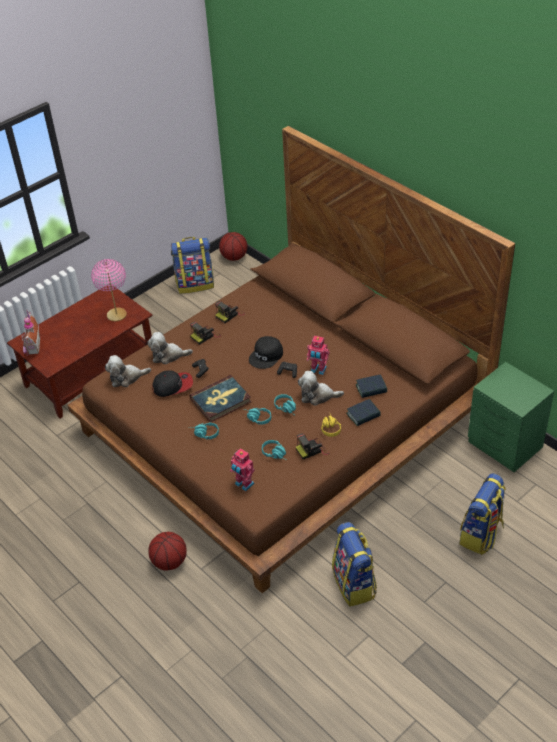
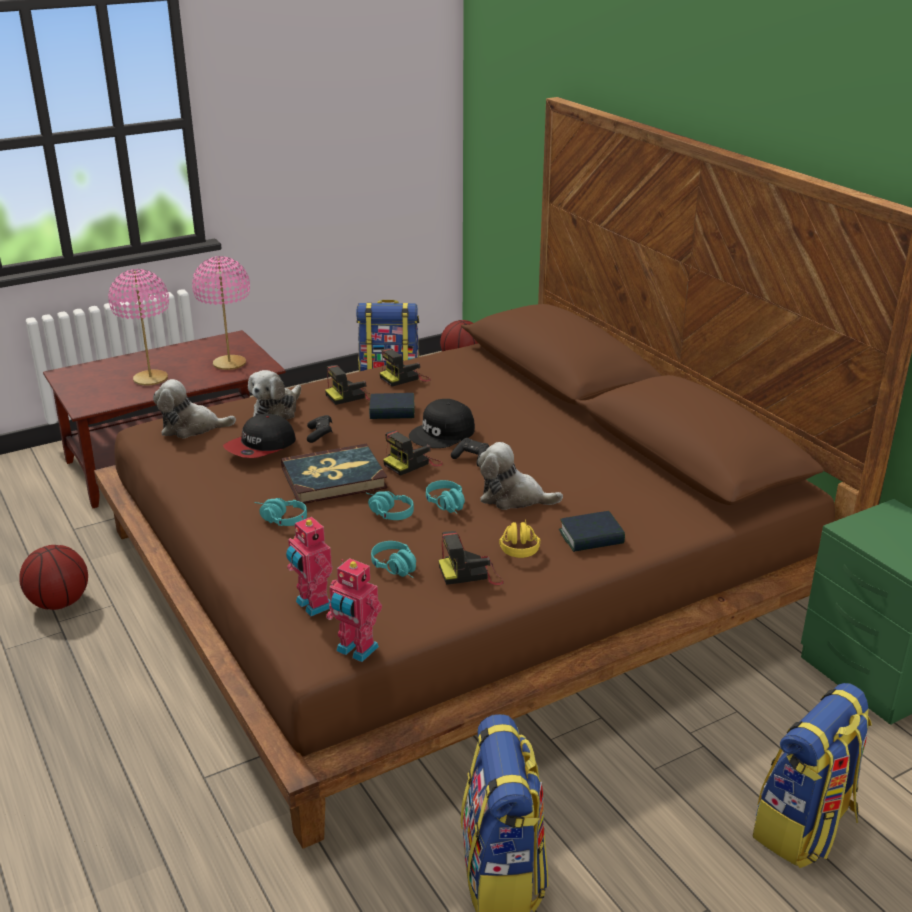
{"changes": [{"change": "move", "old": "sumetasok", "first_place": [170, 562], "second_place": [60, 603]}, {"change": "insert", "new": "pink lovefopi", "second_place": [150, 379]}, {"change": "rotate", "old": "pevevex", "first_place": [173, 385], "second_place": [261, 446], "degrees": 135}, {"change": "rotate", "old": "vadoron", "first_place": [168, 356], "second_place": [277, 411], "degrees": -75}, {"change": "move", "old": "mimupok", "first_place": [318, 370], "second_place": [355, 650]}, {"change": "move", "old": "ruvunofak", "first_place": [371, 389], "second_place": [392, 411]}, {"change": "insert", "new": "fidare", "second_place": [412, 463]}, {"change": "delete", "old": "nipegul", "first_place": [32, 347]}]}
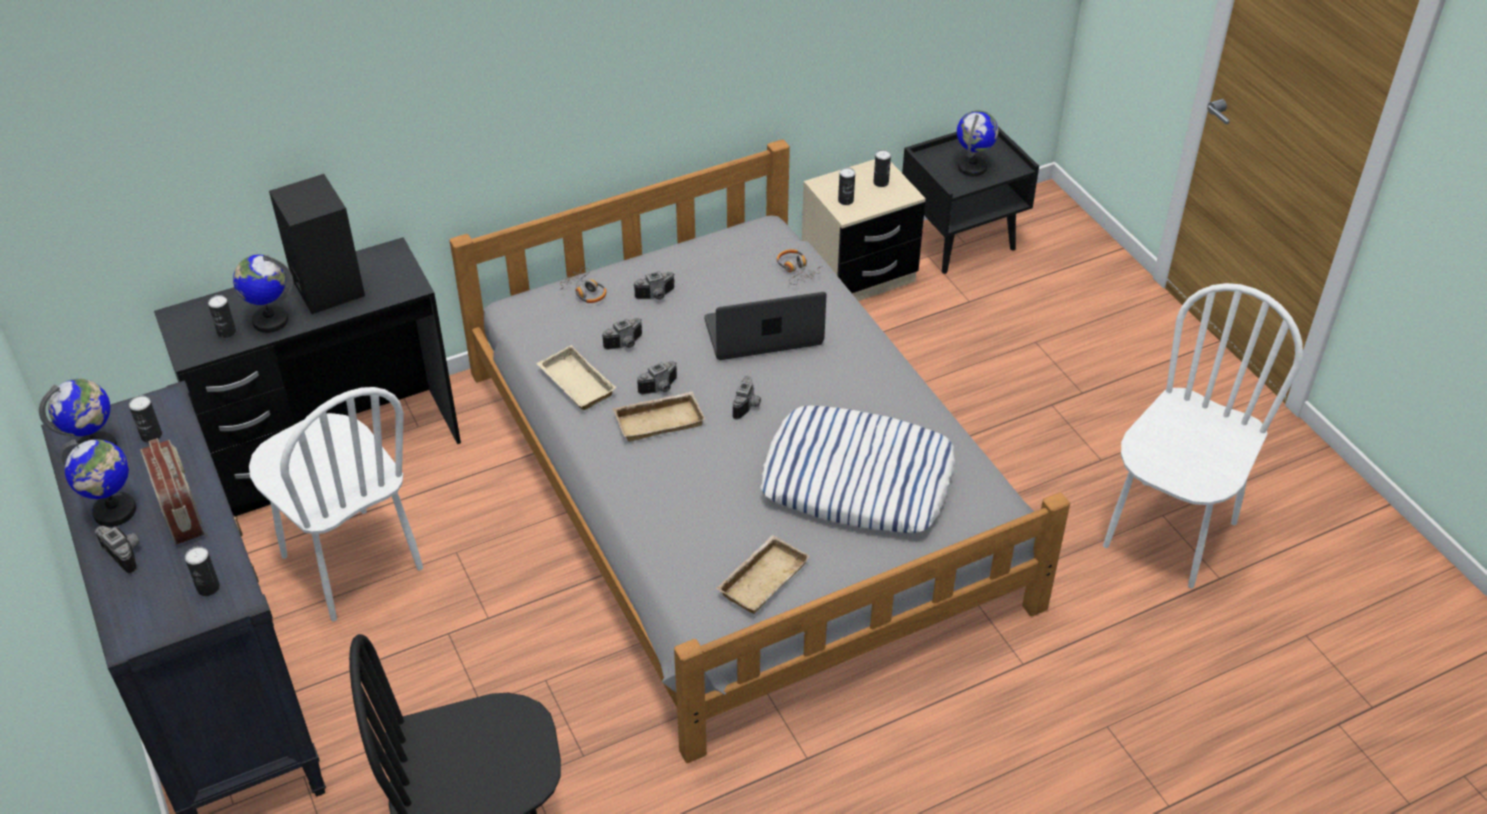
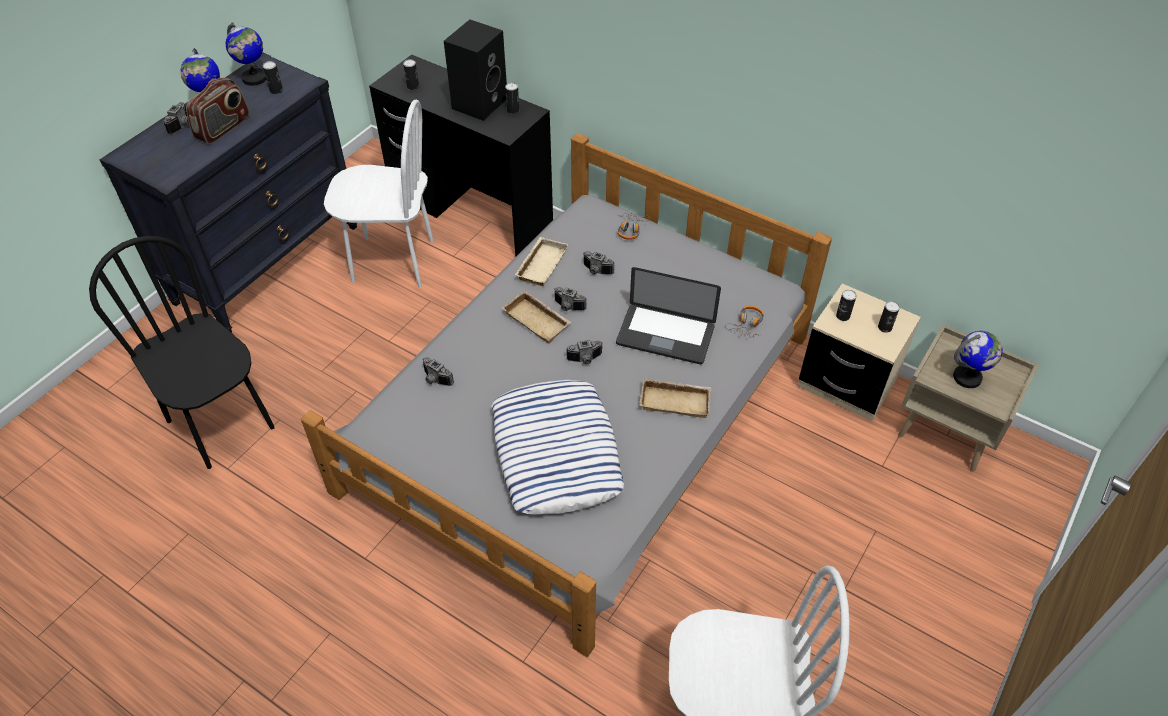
{"changes": [{"change": "rotate", "old": "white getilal", "first_place": [350, 563], "second_place": [393, 261], "degrees": -105}, {"change": "move", "old": "fidare", "first_place": [656, 296], "second_place": [435, 380]}, {"change": "move", "old": "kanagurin", "first_place": [208, 587], "second_place": [513, 110]}, {"change": "rotate", "old": "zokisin", "first_place": [763, 333], "second_place": [665, 335], "degrees": 150}, {"change": "move", "old": "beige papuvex", "first_place": [762, 577], "second_place": [676, 400]}, {"change": "recolor", "old": "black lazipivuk", "new": "beige lazipivuk", "first_place": [961, 240], "second_place": [948, 431]}, {"change": "delete", "old": "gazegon", "first_place": [270, 320]}]}
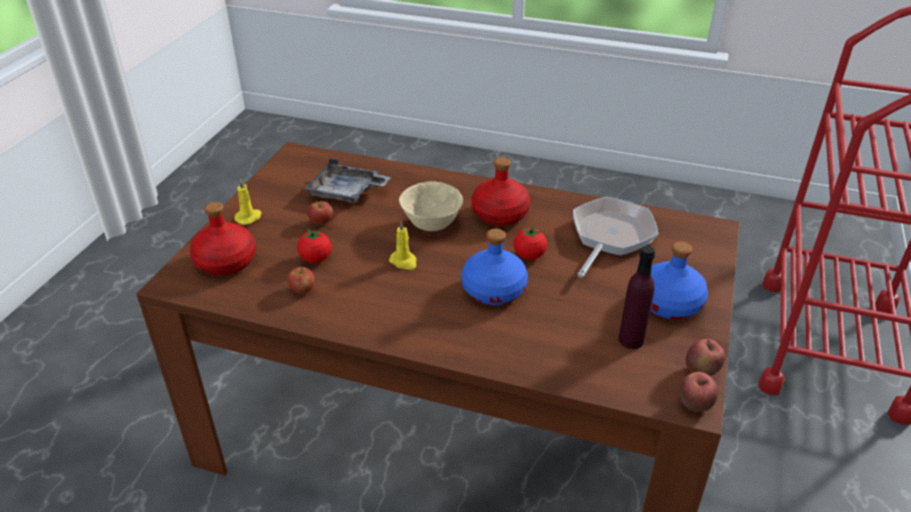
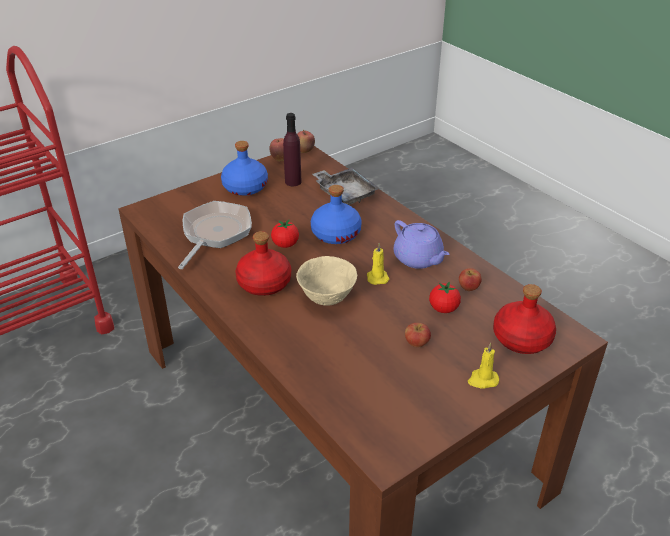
{"changes": [{"change": "rotate", "old": "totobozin", "first_place": [610, 236], "second_place": [214, 233], "degrees": 135}, {"change": "move", "old": "grey papuvex", "first_place": [346, 192], "second_place": [345, 193]}, {"change": "insert", "new": "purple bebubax", "second_place": [418, 259]}]}
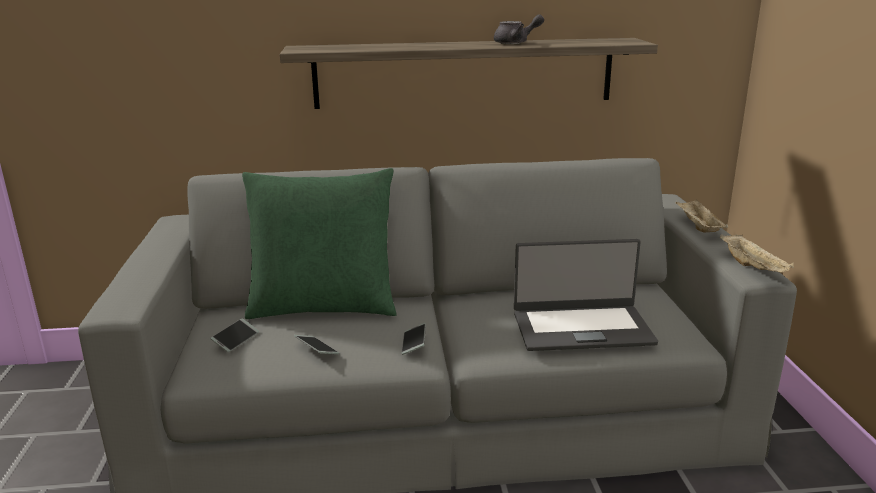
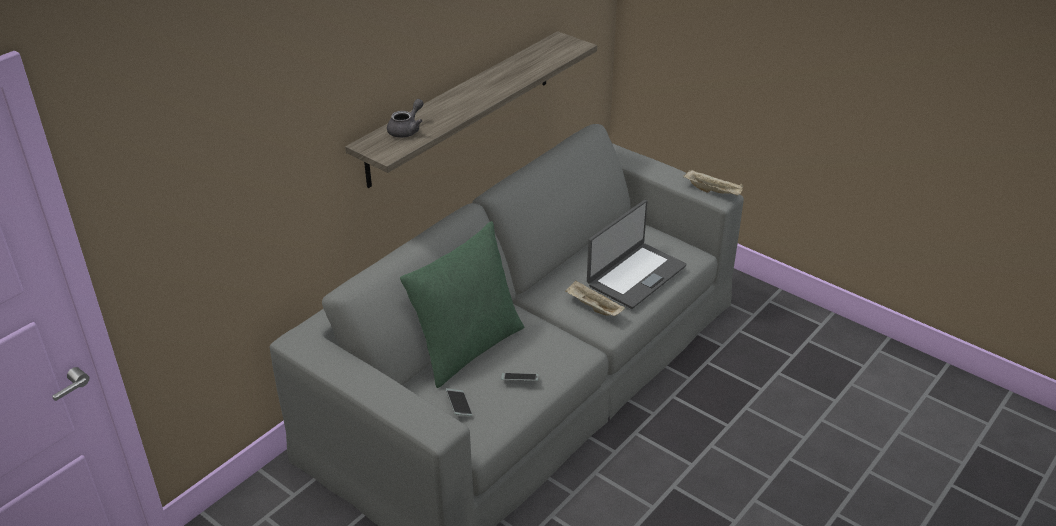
{"changes": [{"change": "move", "old": "grey bebubax", "first_place": [516, 43], "second_place": [407, 130]}, {"change": "move", "old": "beige papuvex", "first_place": [698, 227], "second_place": [593, 307]}, {"change": "delete", "old": "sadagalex", "first_place": [414, 343]}]}
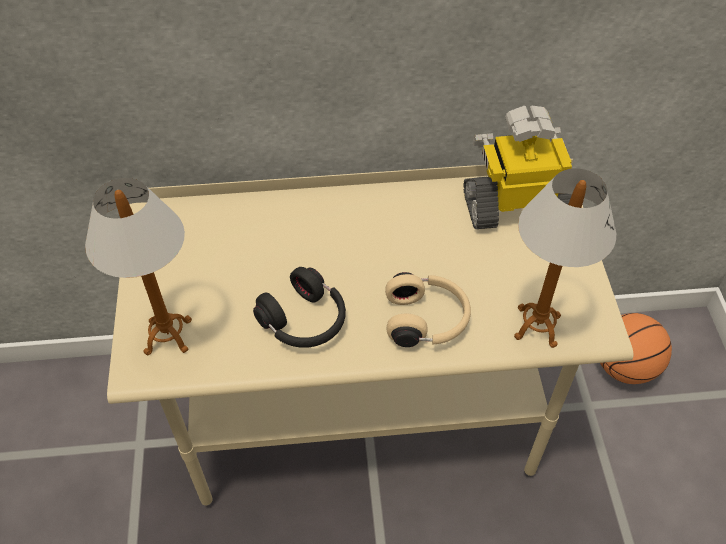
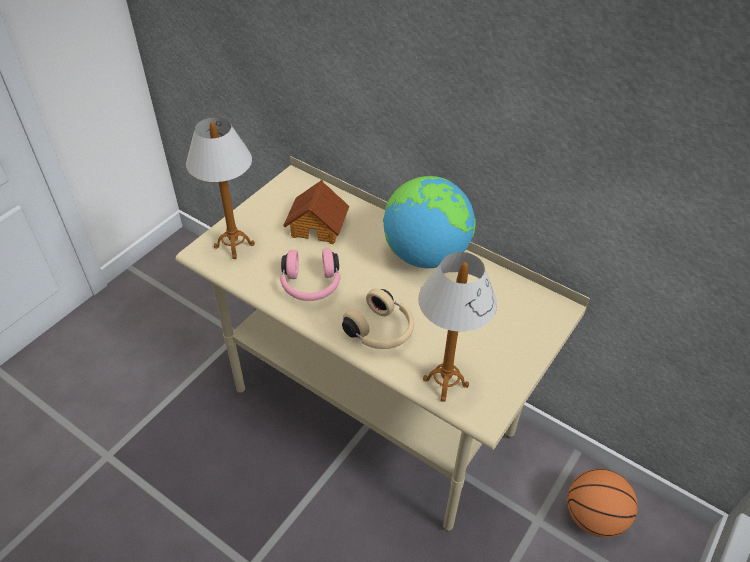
{"changes": [{"change": "recolor", "old": "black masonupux", "new": "pink masonupux", "first_place": [305, 322], "second_place": [311, 285]}, {"change": "insert", "new": "nipegul", "second_place": [318, 226]}, {"change": "insert", "new": "gazegon", "second_place": [425, 254]}, {"change": "delete", "old": "mimupok", "first_place": [516, 205]}]}
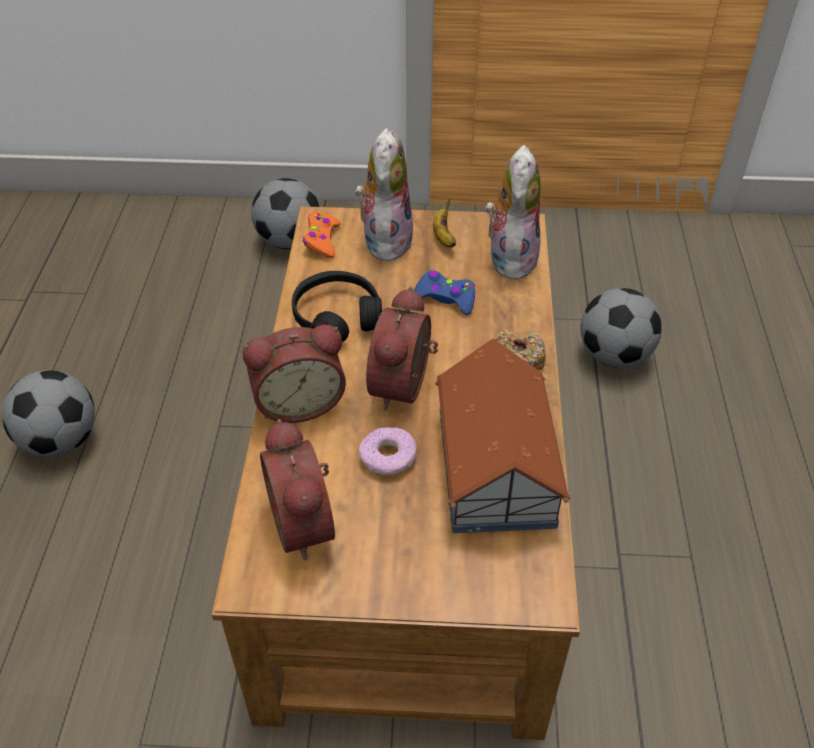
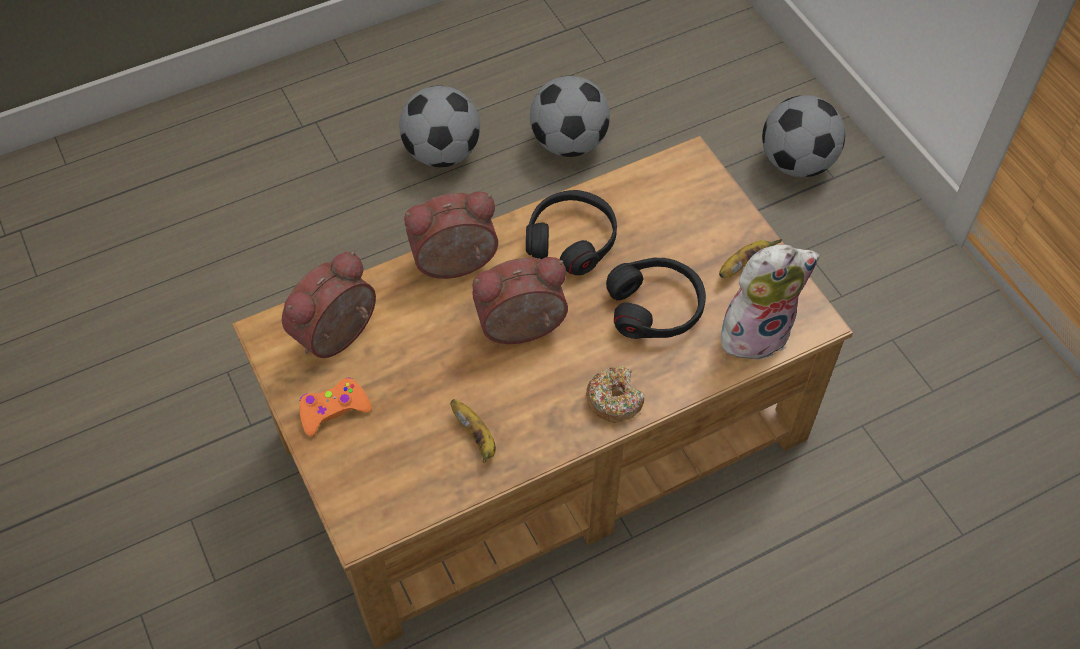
{"changes": [{"change": "move", "old": "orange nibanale", "first_place": [322, 240], "second_place": [333, 410]}, {"change": "rotate", "old": "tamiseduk", "first_place": [298, 402], "second_place": [455, 266], "degrees": 120}, {"change": "replace", "old": "nipegul", "new": "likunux", "first_place": [496, 464], "second_place": [476, 437]}, {"change": "move", "old": "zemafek", "first_place": [614, 355], "second_place": [569, 142]}, {"change": "replace", "old": "blue nibanale", "new": "black masonupux", "first_place": [445, 298], "second_place": [655, 307]}, {"change": "delete", "old": "vadoron", "first_place": [385, 239]}, {"change": "delete", "old": "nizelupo", "first_place": [388, 457]}]}
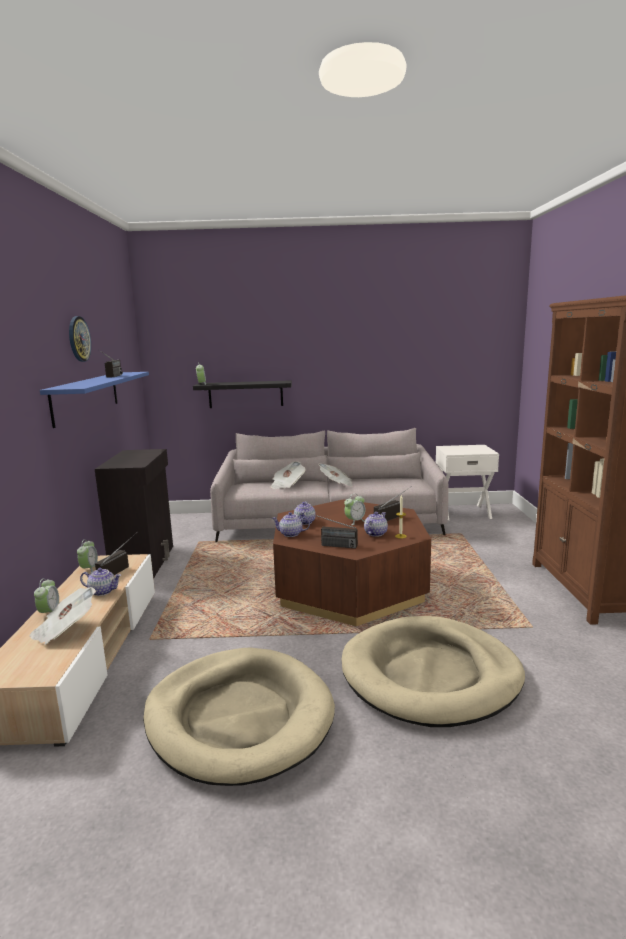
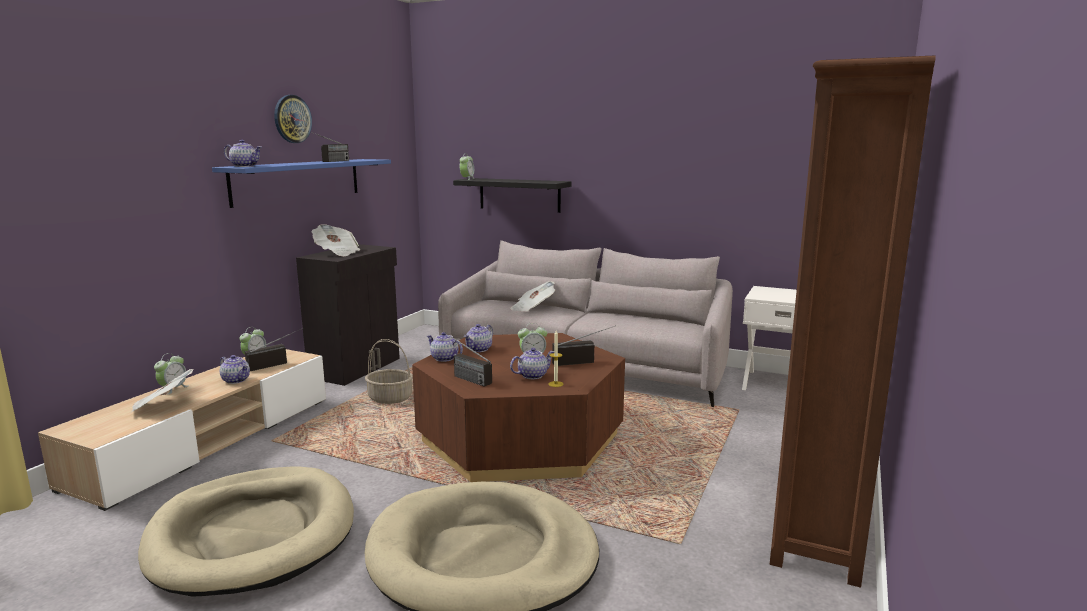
{"changes": [{"change": "insert", "new": "bebubax", "second_place": [245, 166]}, {"change": "move", "old": "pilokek", "first_place": [336, 484], "second_place": [337, 253]}, {"change": "insert", "new": "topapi", "second_place": [390, 398]}]}
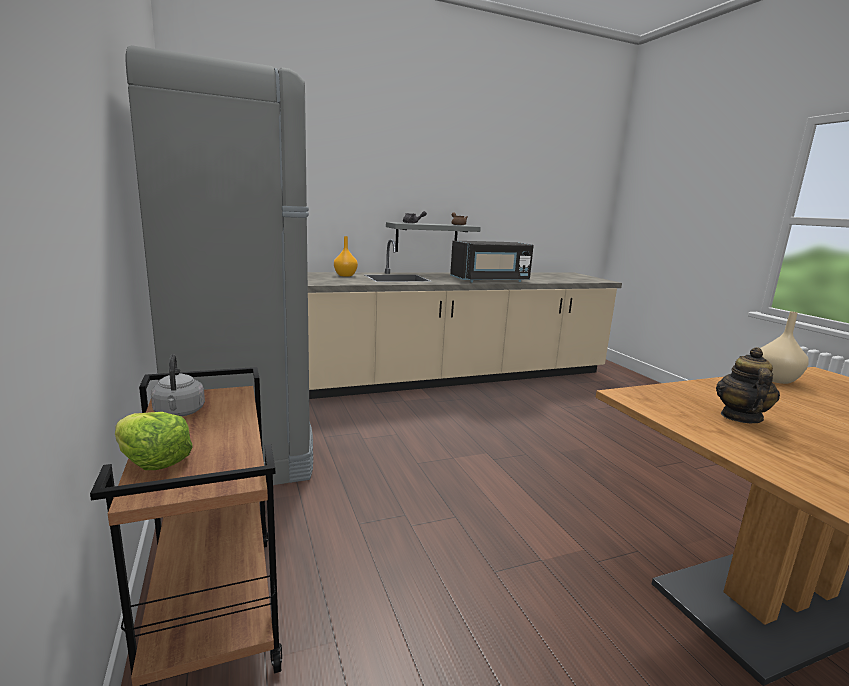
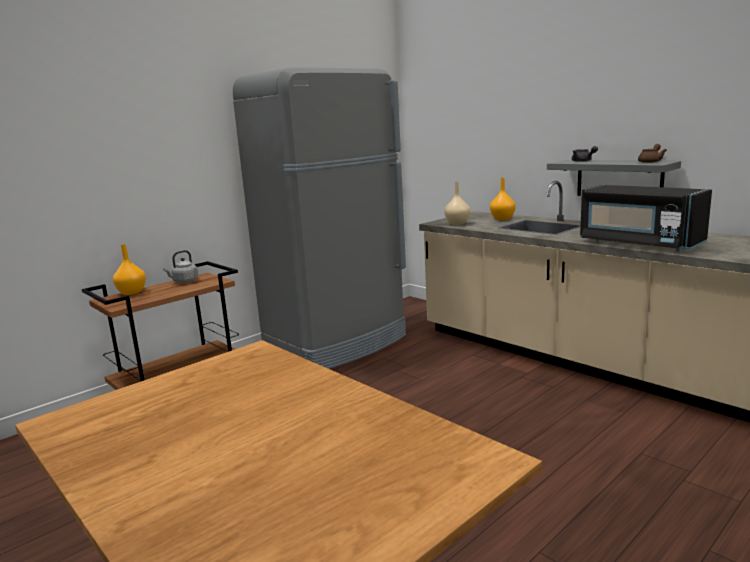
{"changes": [{"change": "replace", "old": "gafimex", "new": "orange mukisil", "first_place": [153, 461], "second_place": [131, 292]}, {"change": "move", "old": "beige mukisil", "first_place": [776, 380], "second_place": [457, 224]}, {"change": "delete", "old": "bebubax", "first_place": [740, 417]}]}
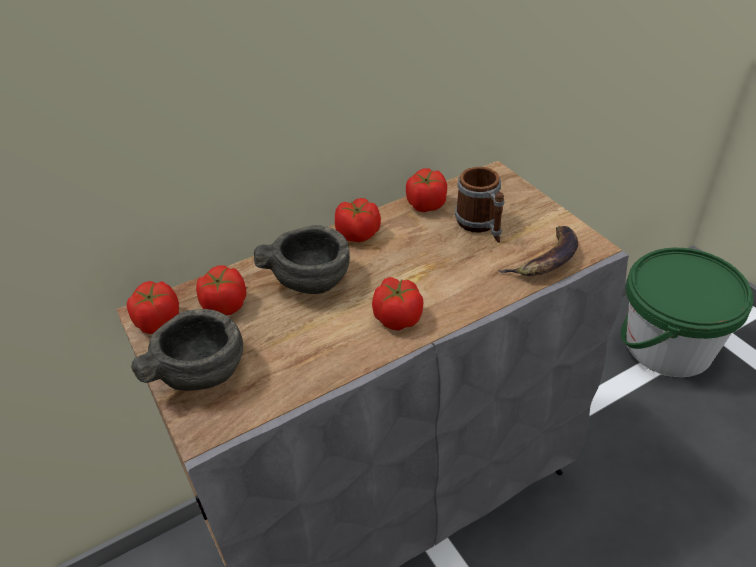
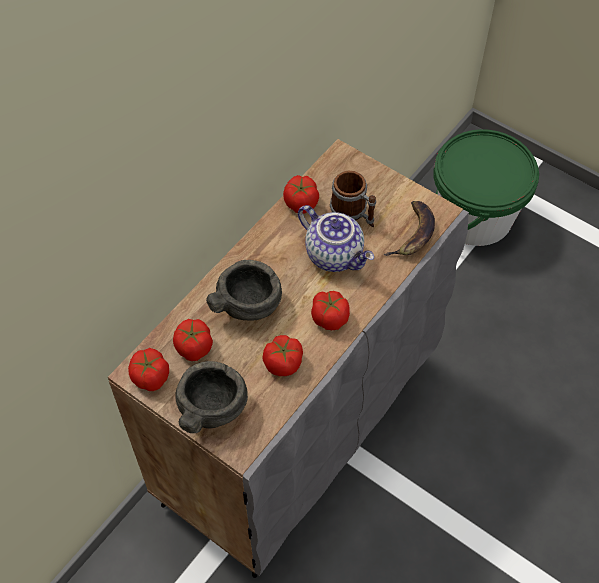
{"changes": [{"change": "move", "old": "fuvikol", "first_place": [358, 234], "second_place": [283, 363]}, {"change": "insert", "new": "bebubax", "second_place": [335, 254]}]}
